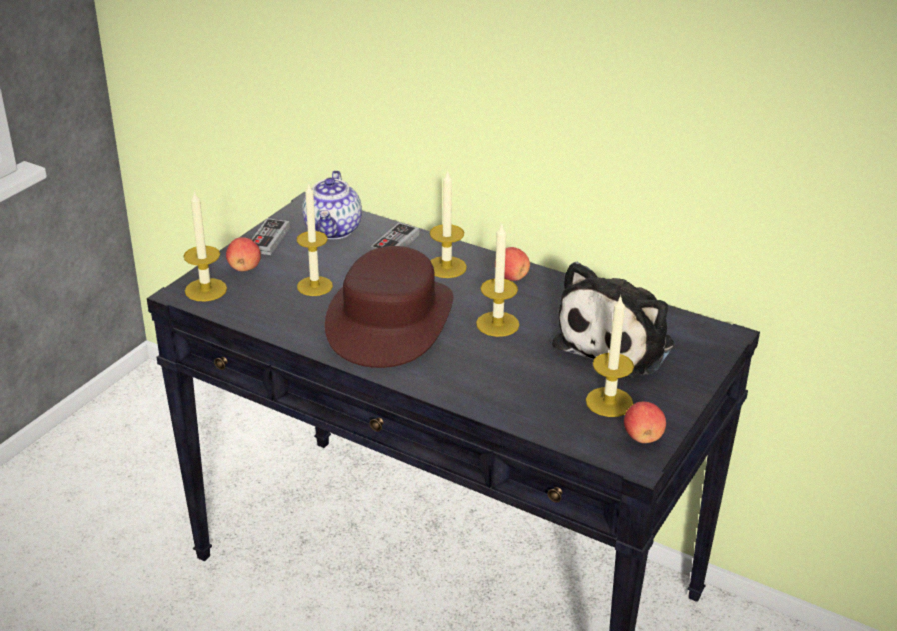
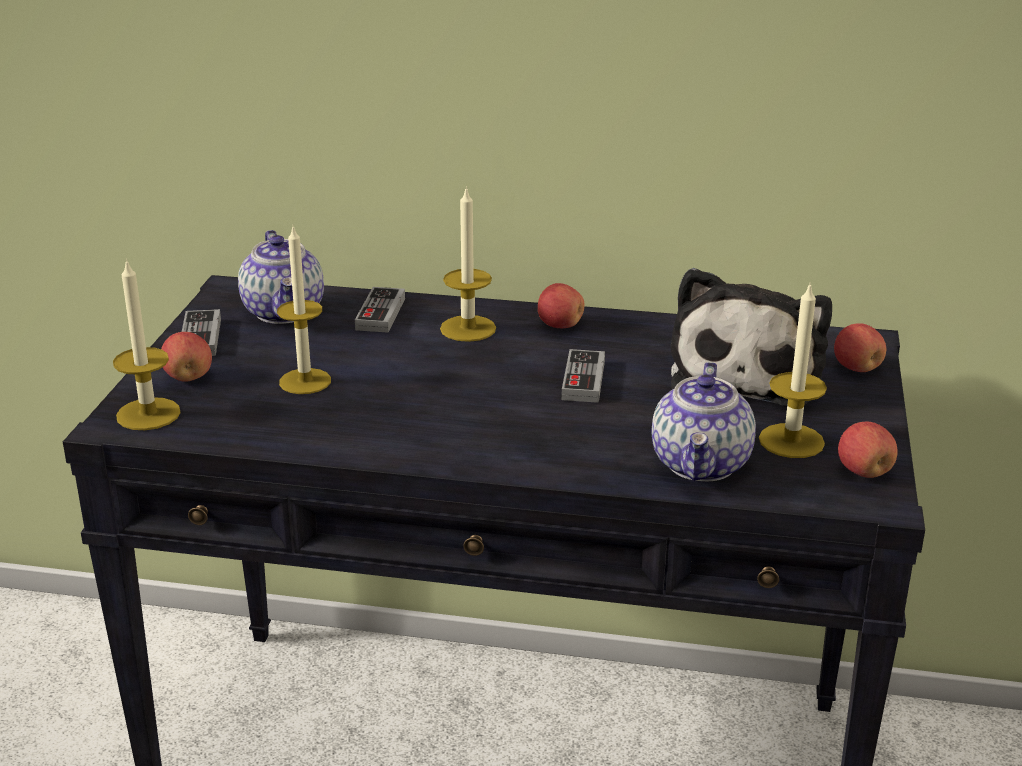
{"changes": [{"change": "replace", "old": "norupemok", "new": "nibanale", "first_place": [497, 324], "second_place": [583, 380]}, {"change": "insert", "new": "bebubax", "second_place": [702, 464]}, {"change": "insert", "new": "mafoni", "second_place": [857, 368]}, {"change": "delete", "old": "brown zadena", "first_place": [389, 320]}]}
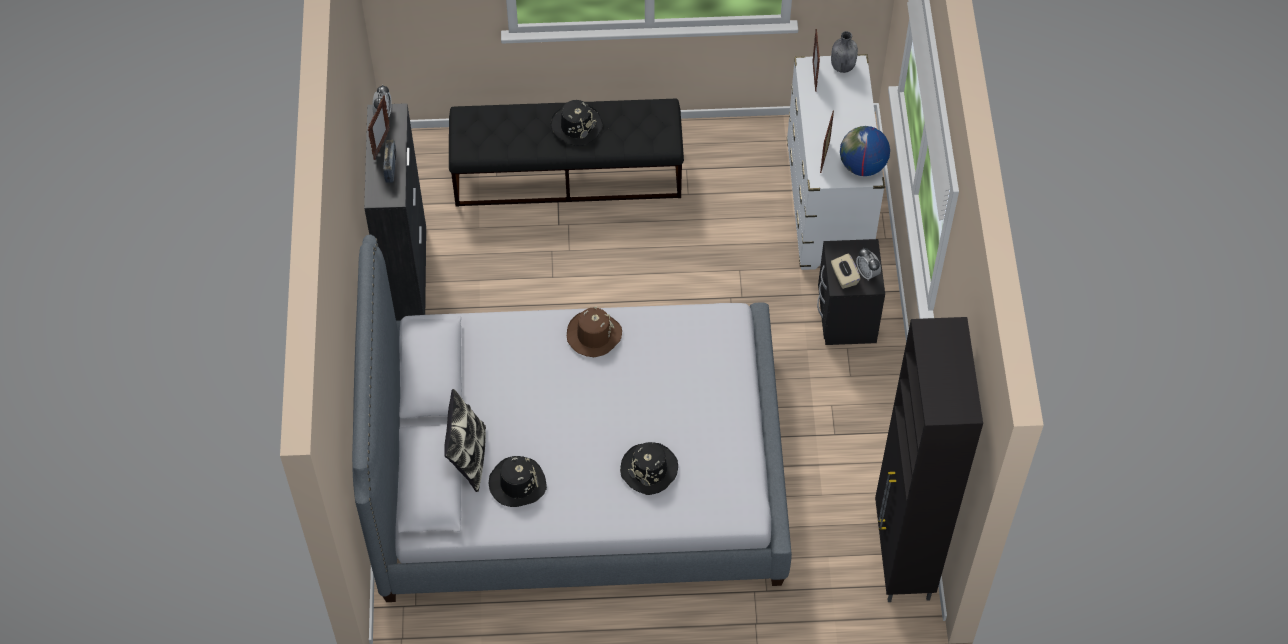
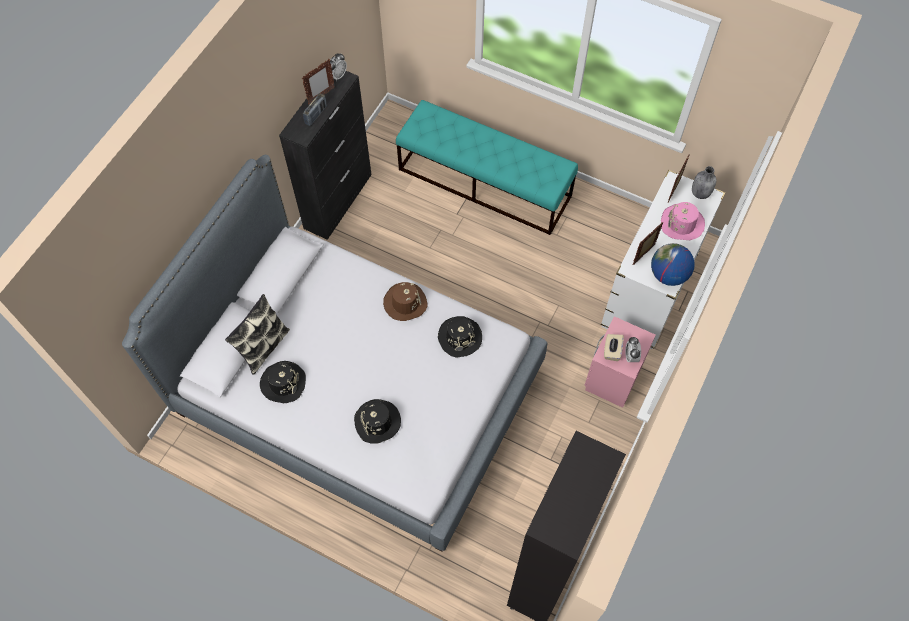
{"changes": [{"change": "recolor", "old": "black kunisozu", "new": "turquoise kunisozu", "first_place": [568, 174], "second_place": [485, 183]}, {"change": "move", "old": "black zadena", "first_place": [576, 126], "second_place": [460, 337]}, {"change": "recolor", "old": "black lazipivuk", "new": "pink lazipivuk", "first_place": [847, 317], "second_place": [613, 377]}, {"change": "insert", "new": "pink zadena", "second_place": [682, 224]}]}
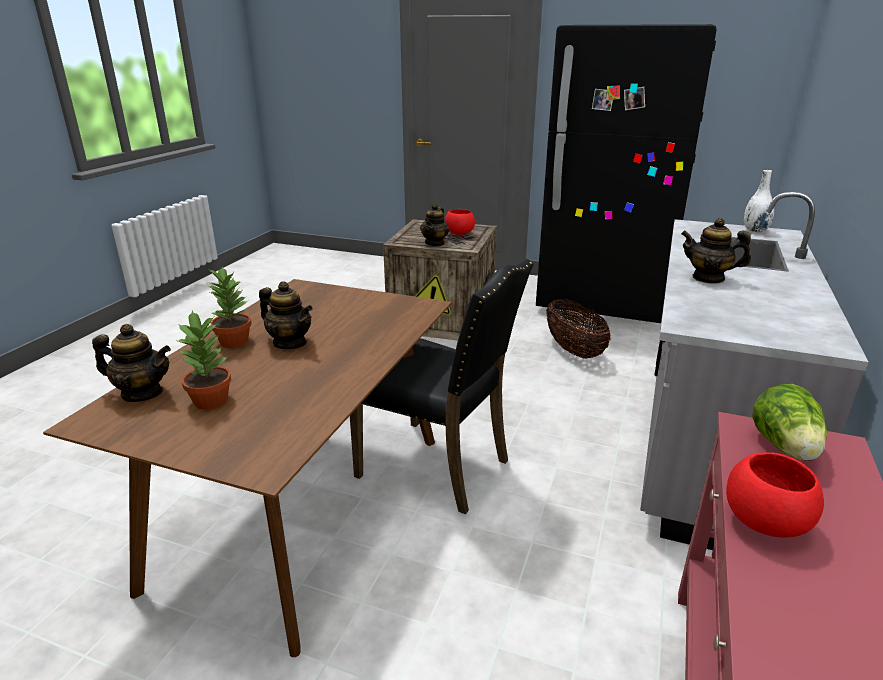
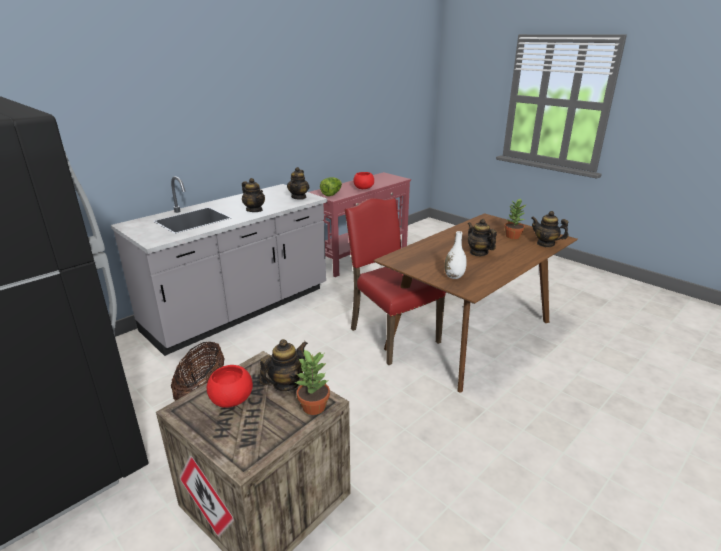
{"changes": [{"change": "insert", "new": "bebubax", "second_place": [299, 197]}, {"change": "move", "old": "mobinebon", "first_place": [233, 341], "second_place": [314, 407]}, {"change": "recolor", "old": "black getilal", "new": "red getilal", "first_place": [438, 467], "second_place": [391, 335]}, {"change": "move", "old": "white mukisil", "first_place": [755, 231], "second_place": [454, 276]}]}
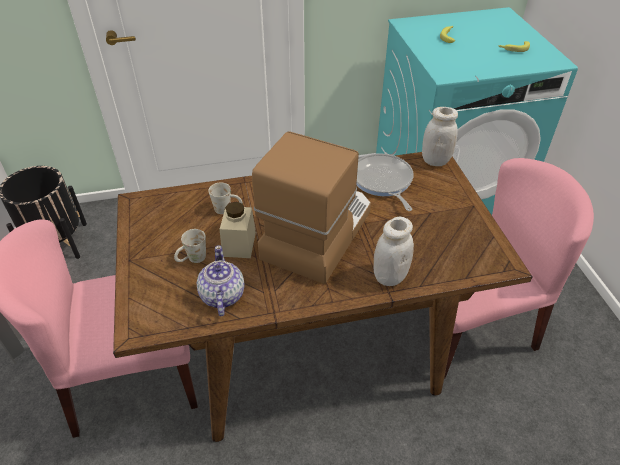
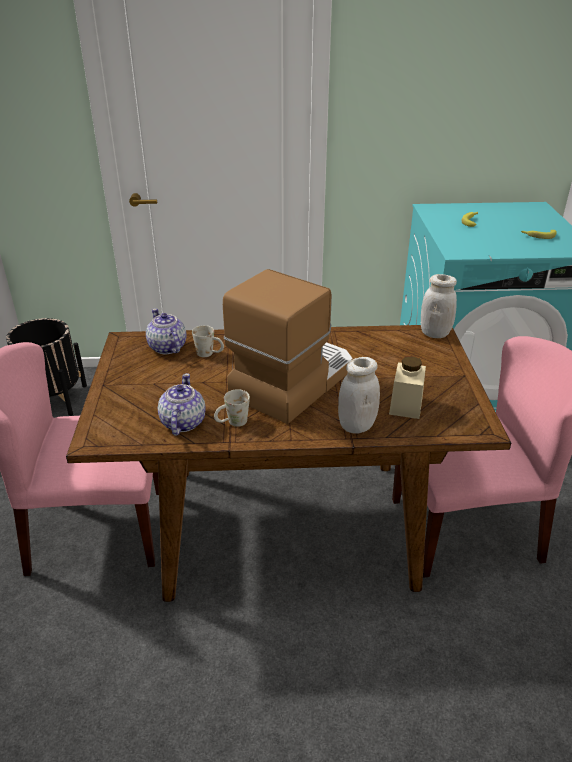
{"changes": [{"change": "insert", "new": "bebubax", "second_place": [167, 348]}, {"change": "move", "old": "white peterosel", "first_place": [192, 260], "second_place": [232, 423]}, {"change": "move", "old": "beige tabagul", "first_place": [239, 244], "second_place": [406, 405]}, {"change": "delete", "old": "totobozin", "first_place": [383, 181]}]}
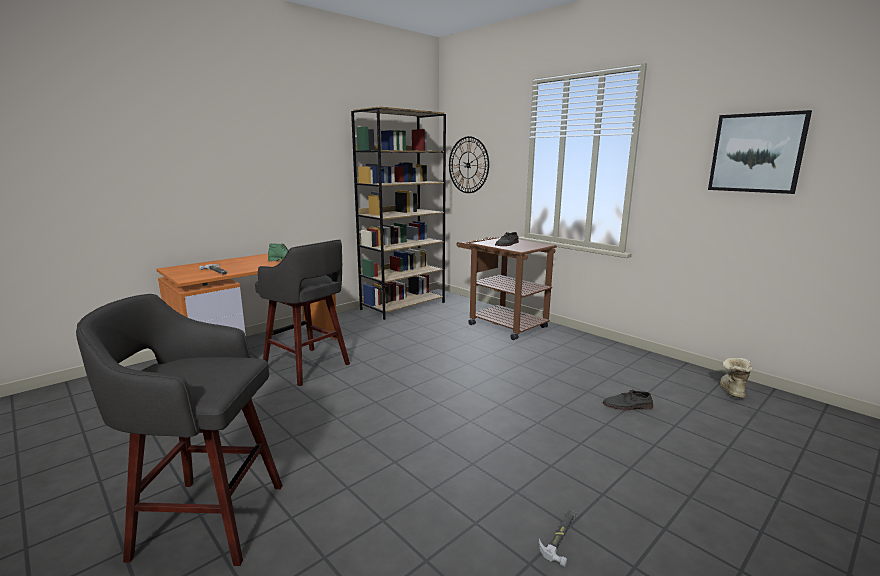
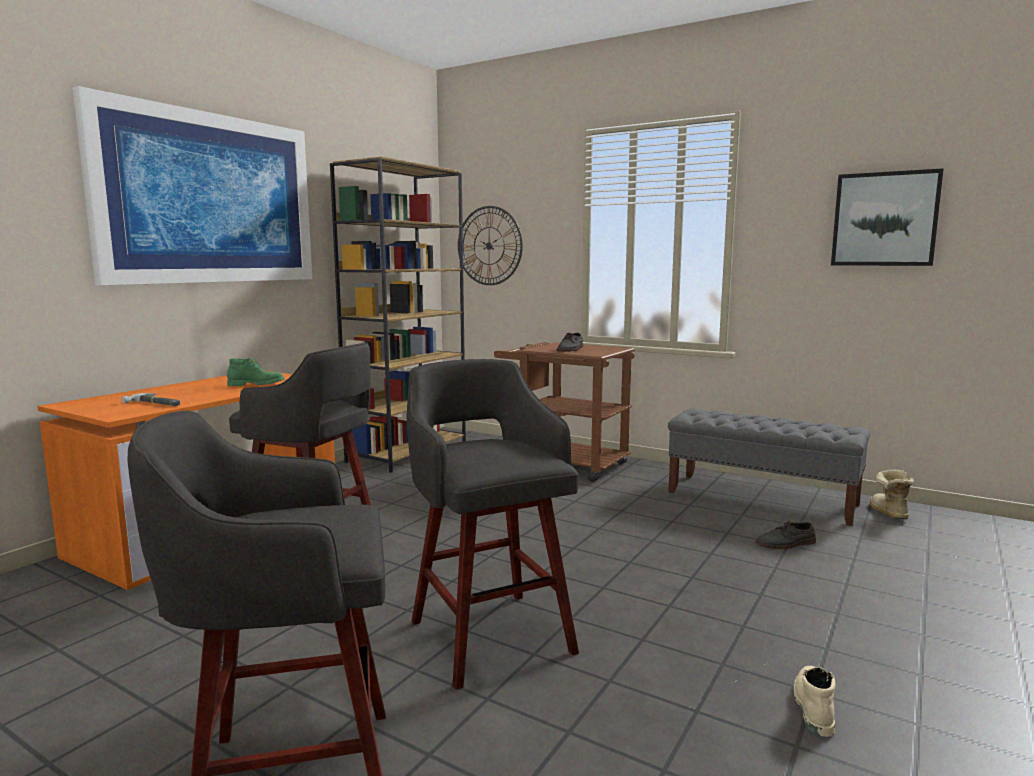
{"changes": [{"change": "insert", "new": "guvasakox", "second_place": [209, 199]}, {"change": "insert", "new": "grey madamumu", "second_place": [489, 633]}, {"change": "insert", "new": "grey kunisozu", "second_place": [762, 498]}, {"change": "replace", "old": "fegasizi", "new": "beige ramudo", "first_place": [561, 537], "second_place": [812, 706]}]}
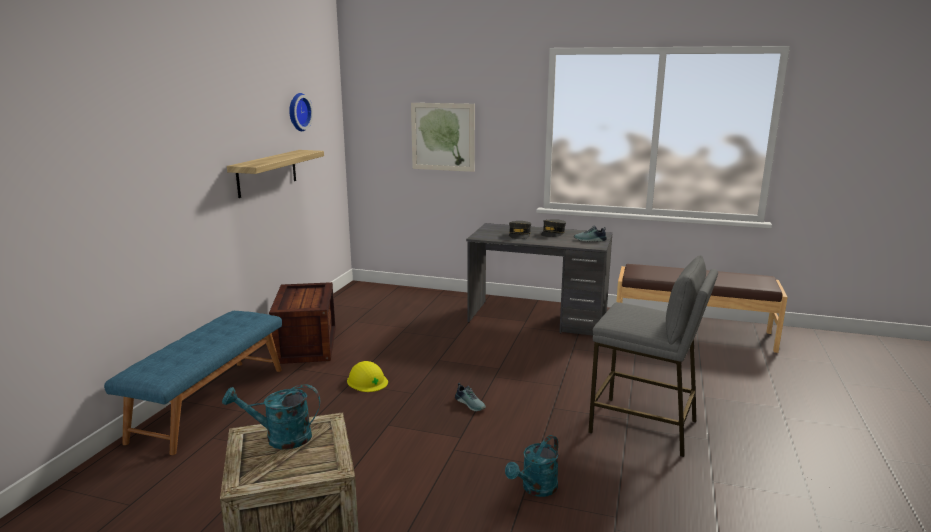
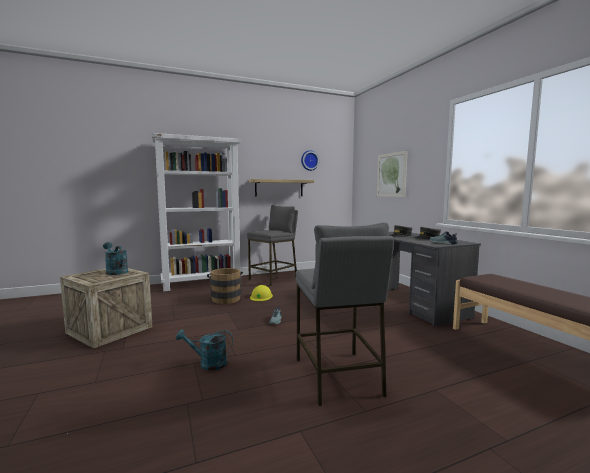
{"changes": [{"change": "replace", "old": "blue kunisozu", "new": "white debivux", "first_place": [209, 403], "second_place": [202, 283]}, {"change": "insert", "new": "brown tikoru", "second_place": [225, 298]}, {"change": "replace", "old": "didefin", "new": "grey madamumu", "first_place": [307, 344], "second_place": [274, 278]}]}
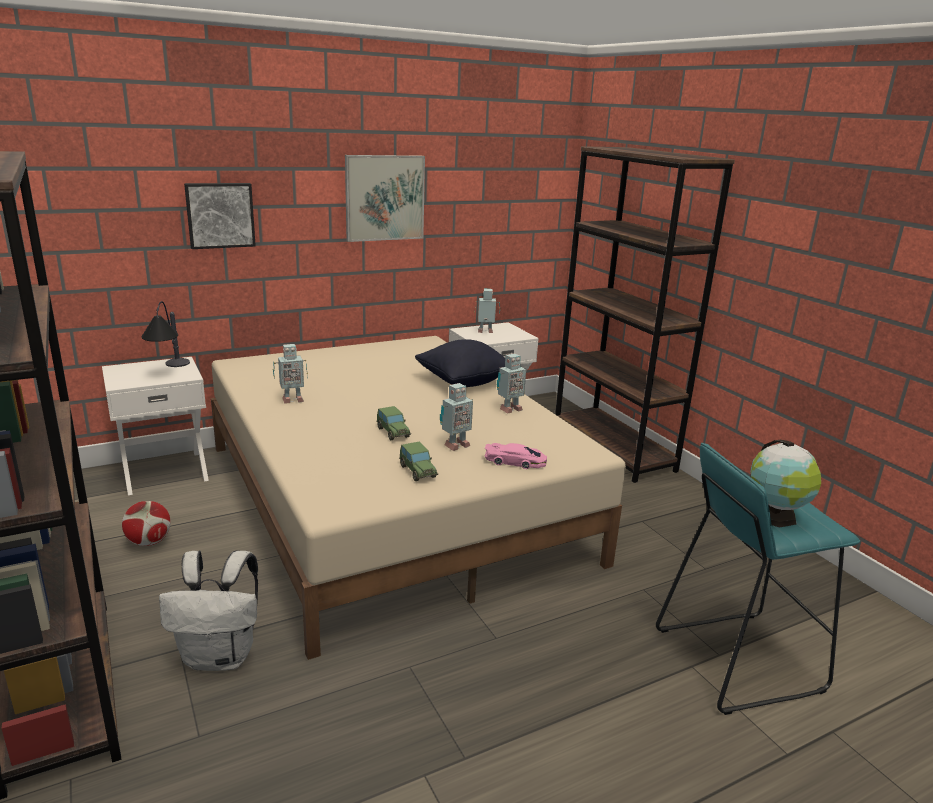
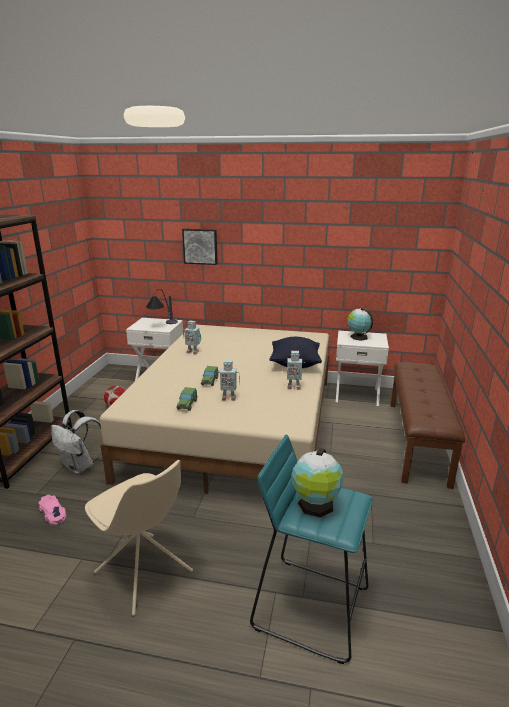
{"changes": [{"change": "move", "old": "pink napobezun", "first_place": [515, 461], "second_place": [53, 513]}, {"change": "insert", "new": "beige getilal", "second_place": [144, 573]}, {"change": "replace", "old": "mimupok", "new": "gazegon", "first_place": [486, 332], "second_place": [358, 337]}, {"change": "replace", "old": "brown debivux", "new": "brown kunisozu", "first_place": [613, 448], "second_place": [418, 441]}, {"change": "delete", "old": "guvasakox", "first_place": [384, 198]}]}
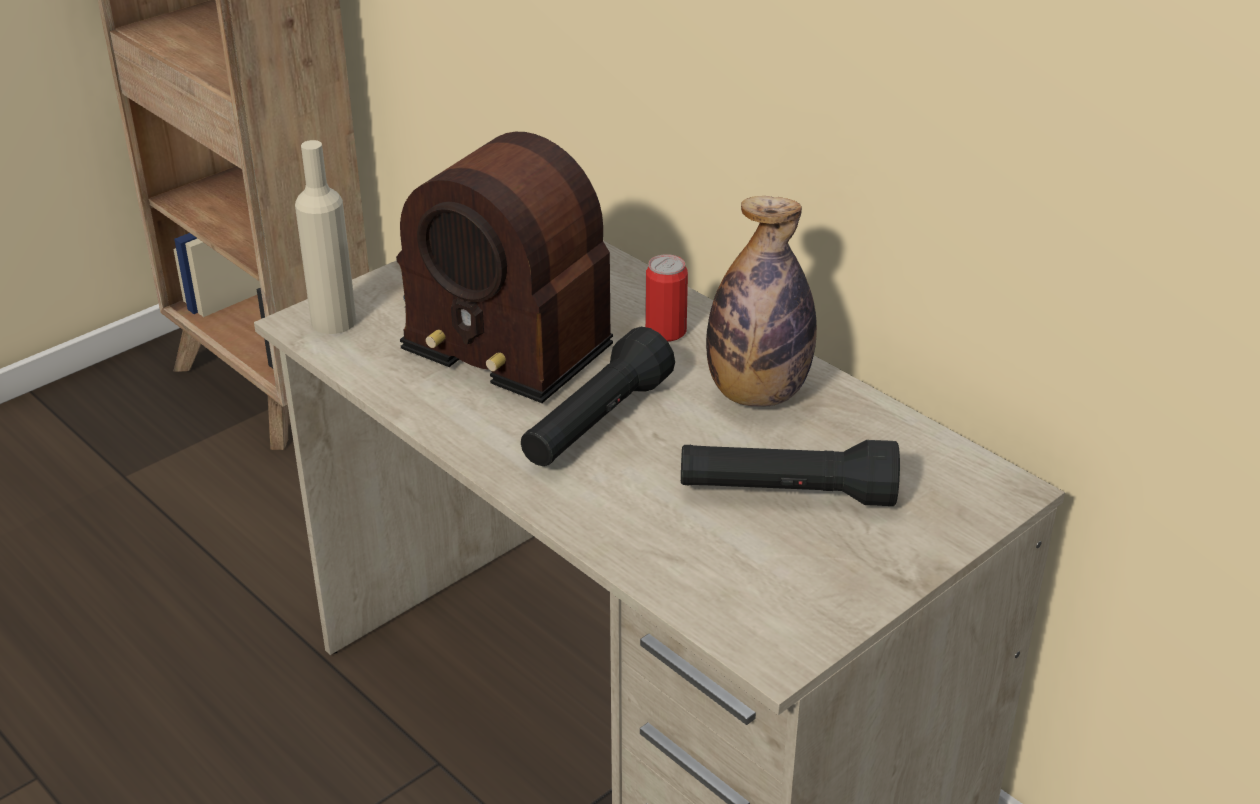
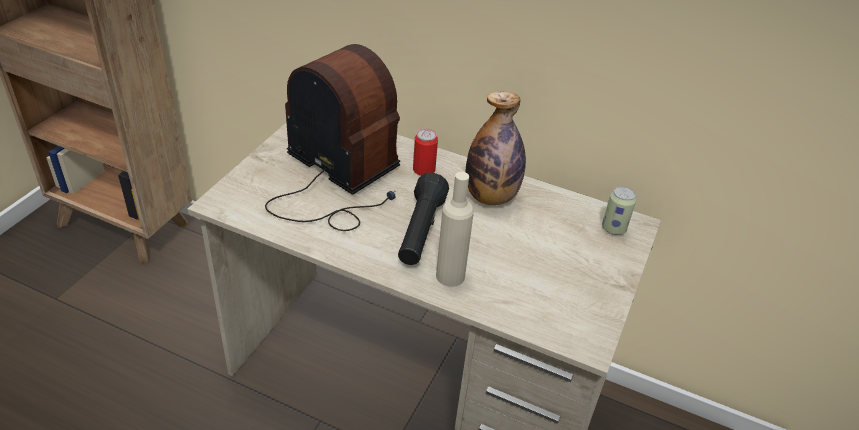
{"changes": [{"change": "rotate", "old": "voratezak", "first_place": [509, 321], "second_place": [337, 180], "degrees": -150}, {"change": "move", "old": "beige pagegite", "first_place": [333, 321], "second_place": [450, 276]}, {"change": "insert", "new": "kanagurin", "second_place": [613, 228]}, {"change": "delete", "old": "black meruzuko", "first_place": [786, 494]}]}
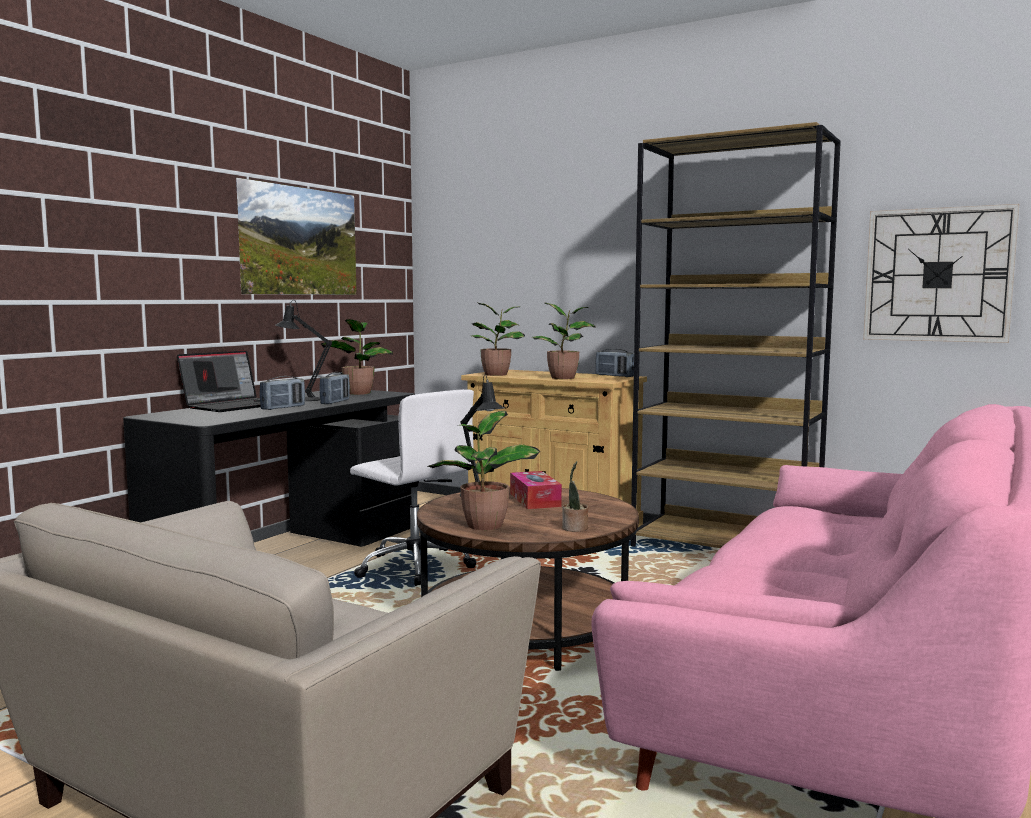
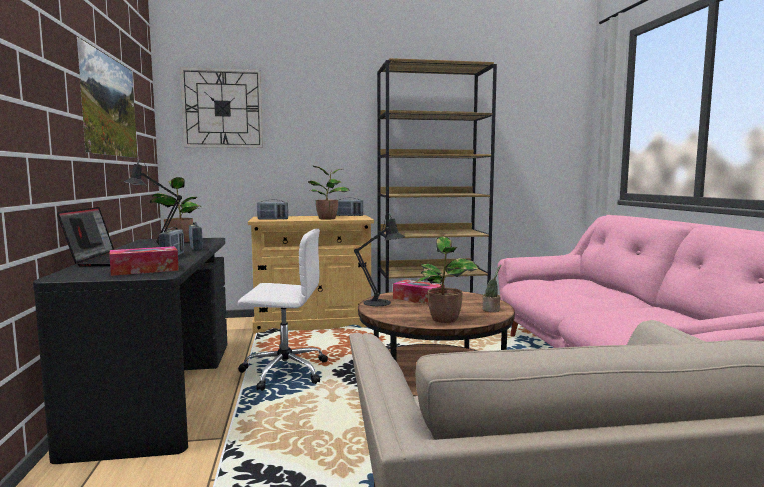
{"changes": [{"change": "insert", "new": "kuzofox", "second_place": [144, 270]}, {"change": "move", "old": "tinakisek", "first_place": [937, 275], "second_place": [222, 108]}, {"change": "replace", "old": "mobinebon", "new": "voratezak", "first_place": [497, 374], "second_place": [272, 219]}]}
